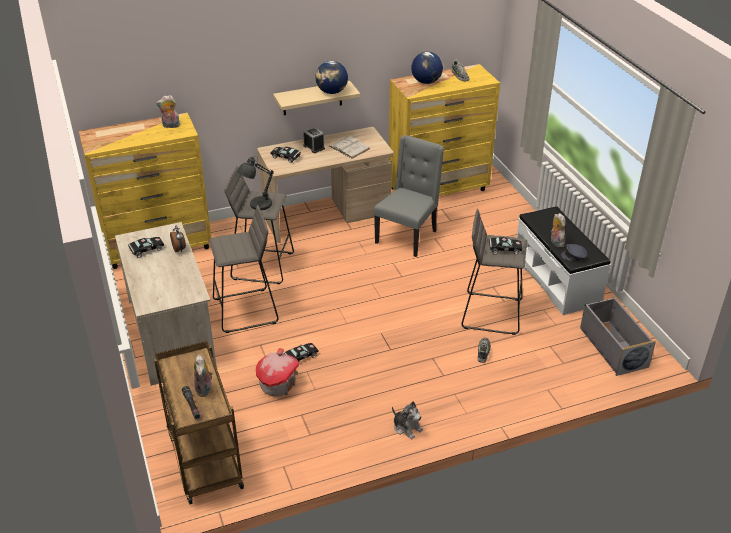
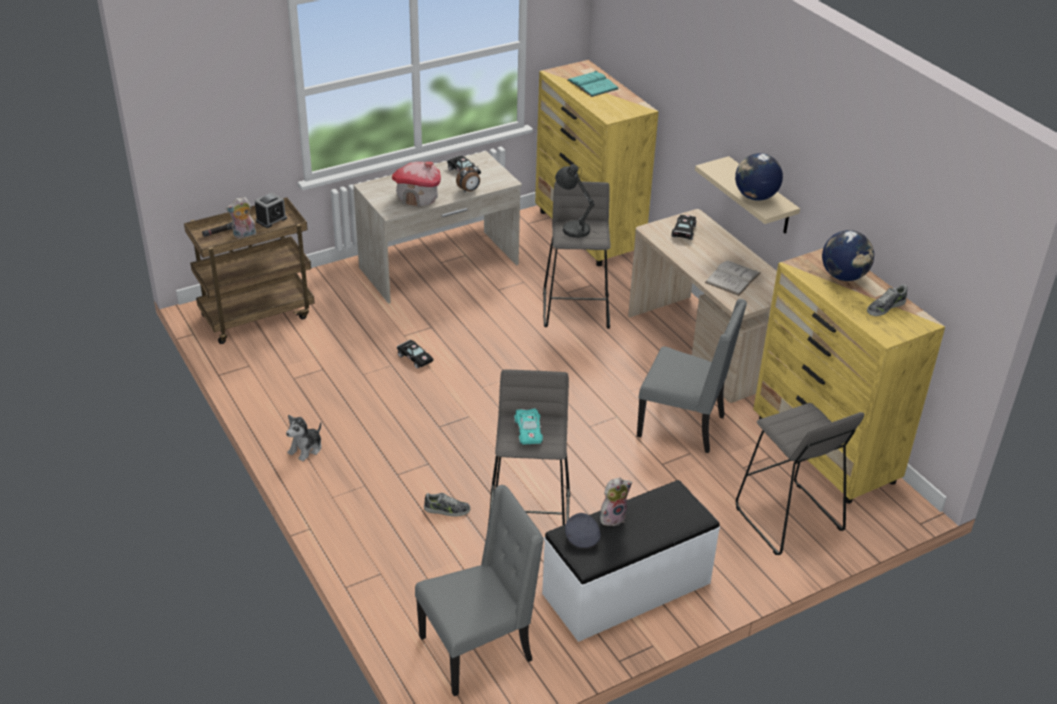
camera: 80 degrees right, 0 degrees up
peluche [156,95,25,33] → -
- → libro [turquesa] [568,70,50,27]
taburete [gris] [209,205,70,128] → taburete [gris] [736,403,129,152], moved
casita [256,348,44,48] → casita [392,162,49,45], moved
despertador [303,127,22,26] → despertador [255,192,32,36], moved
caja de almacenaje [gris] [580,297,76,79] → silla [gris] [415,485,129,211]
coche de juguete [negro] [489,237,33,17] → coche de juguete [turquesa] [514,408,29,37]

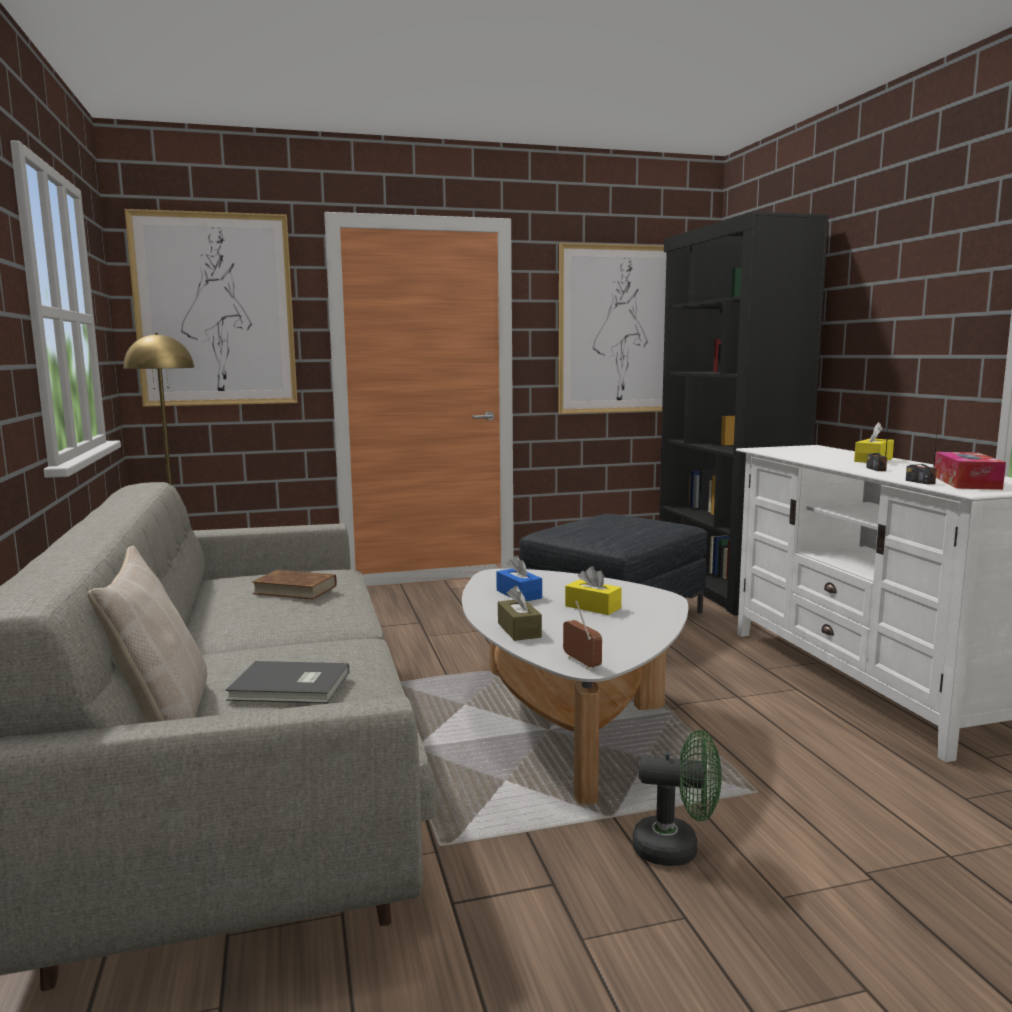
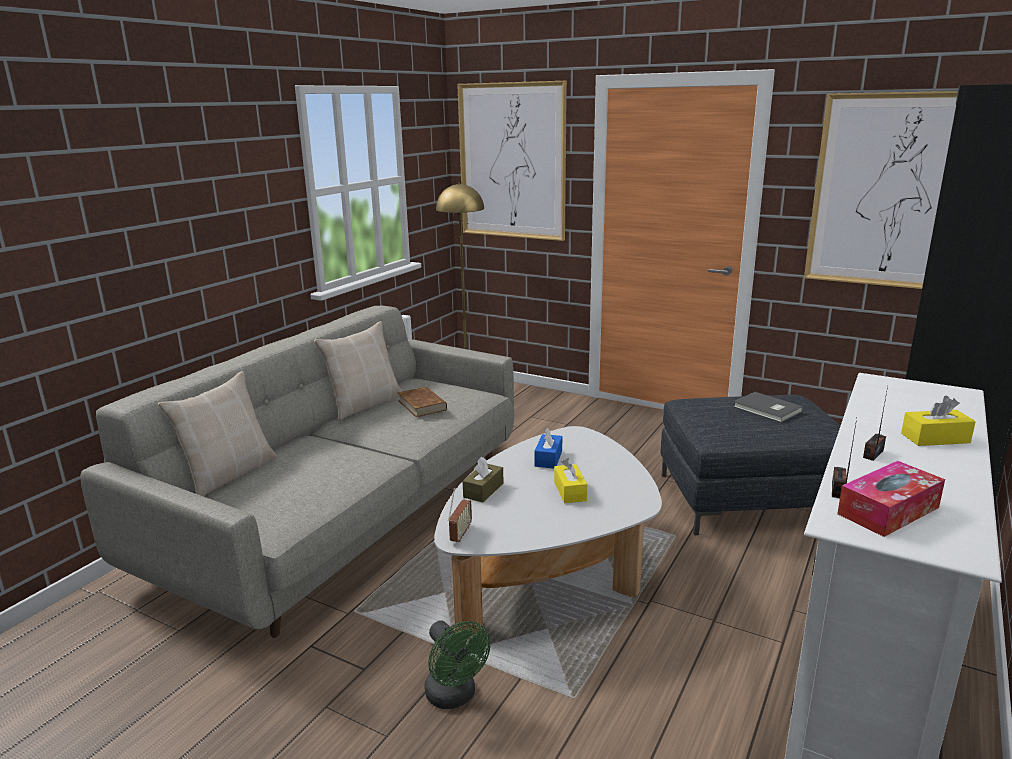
camera: 45 degrees right, 10 degrees up
- → cojín [beis] [314,321,88,99]
libro [gris] [226,661,123,42] → libro [gris] [733,392,70,30], moved

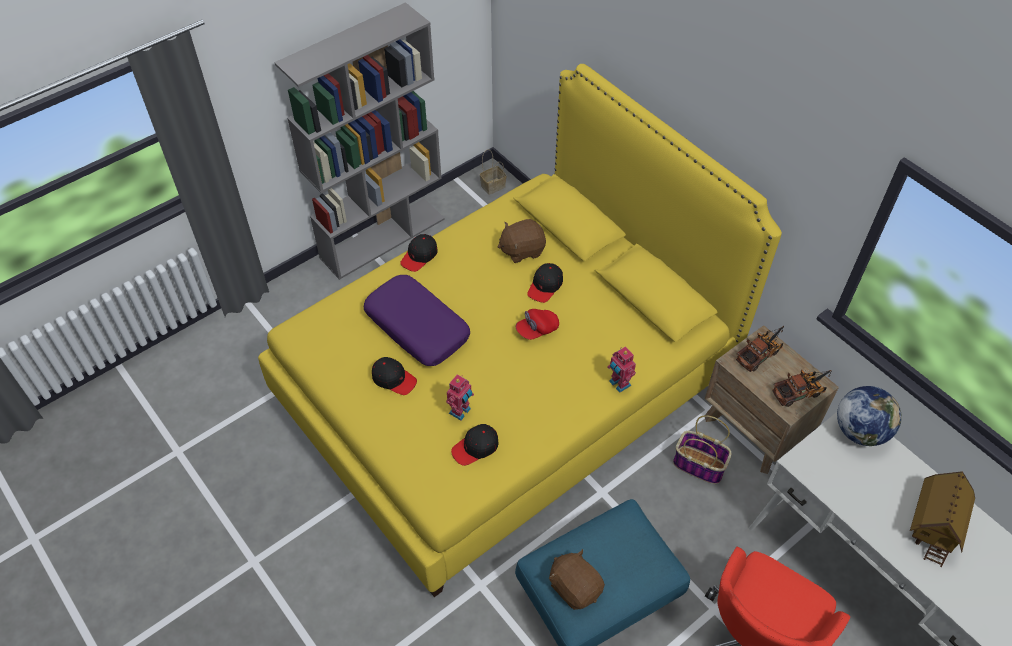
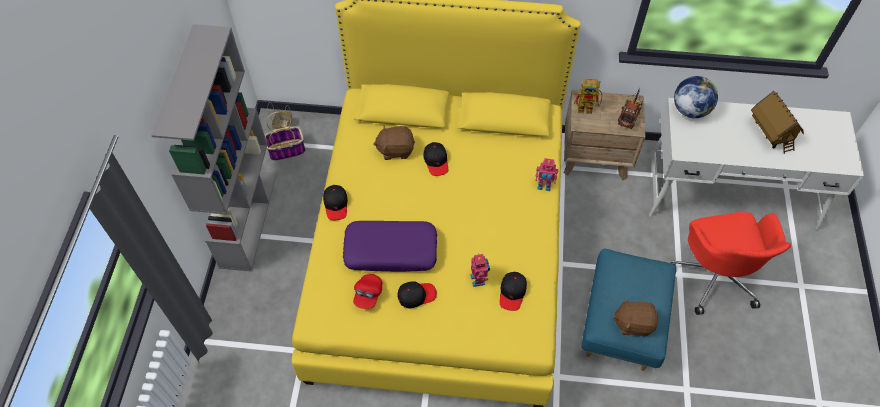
camera: 45 degrees left, 5 degrees up
gorra [rojo] [516,309,43,31] → gorra [rojo] [353,274,30,35], moved
cesta [673,415,58,69] → cesta [265,111,41,50], moved
camión de juguete [736,326,48,46] → robot de juguete [574,79,28,35]
peluche [marrón] [498,219,48,44] → peluche [marrón] [373,124,42,36], 60 degrees clockwise

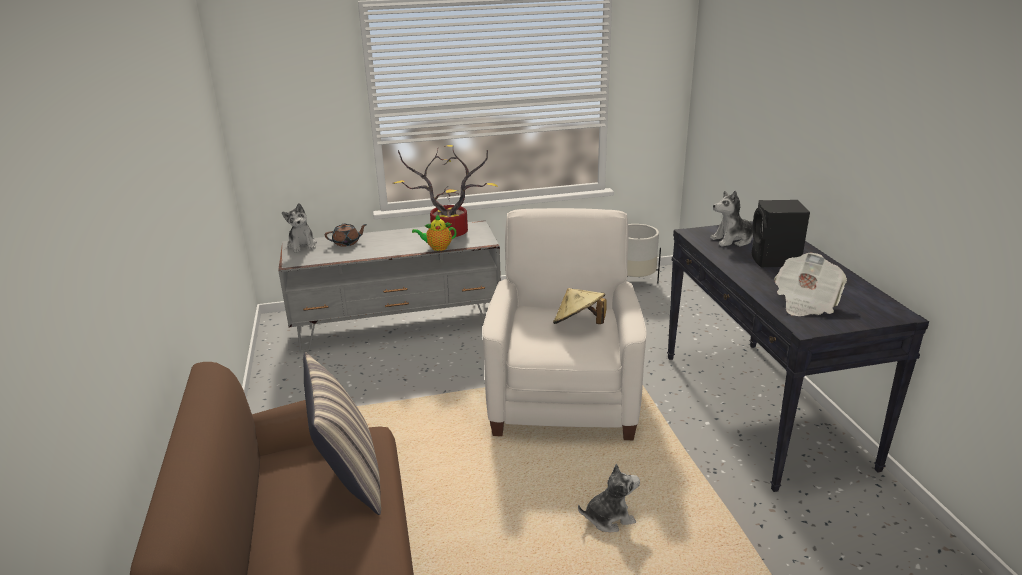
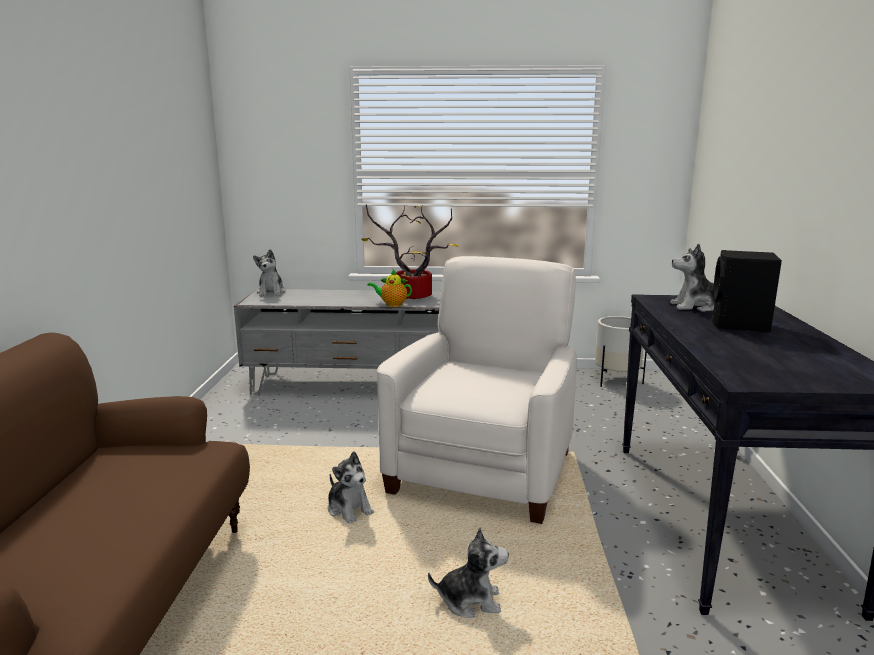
camera: 15 degrees right, 10 degrees down
cojín [303,352,78,163] → -
tetera [marrón] [325,223,42,24] → -
sombrero [beis] [553,288,53,36] → -
periódico [775,253,72,63] → -
- → peluche [328,452,46,72]

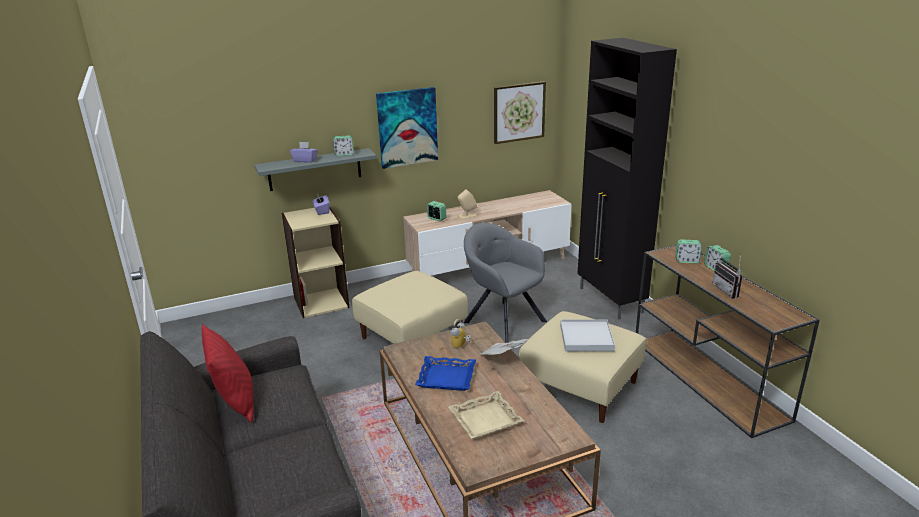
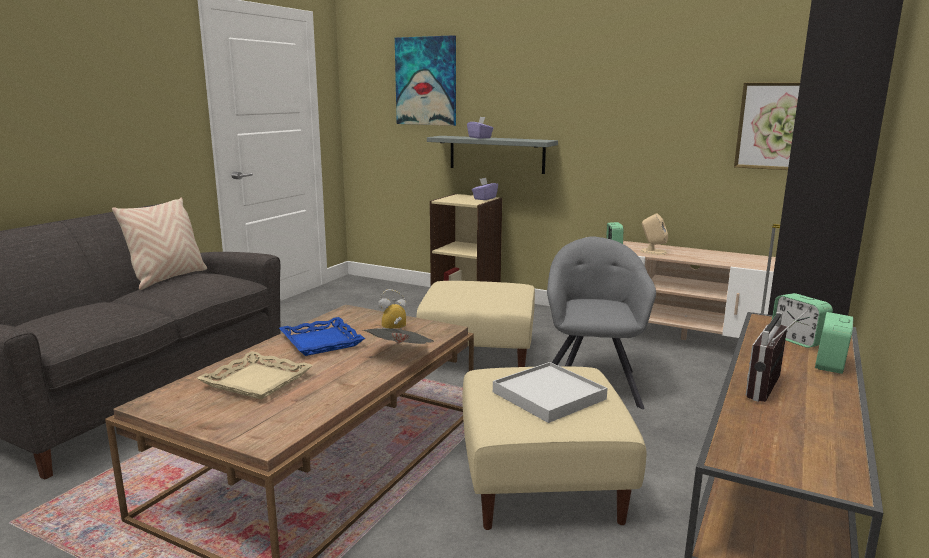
camera: 50 degrees right, 10 degrees down
despertador [333,135,21,21] → -
cuadro [376,87,62,82] → cuadro [395,35,61,91], moved
cojín [rojo] [202,324,52,99] → cojín [beis] [112,198,95,92]

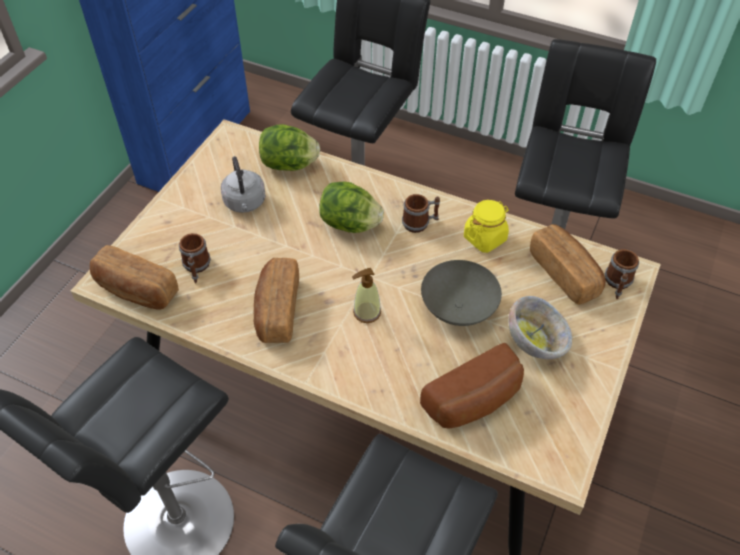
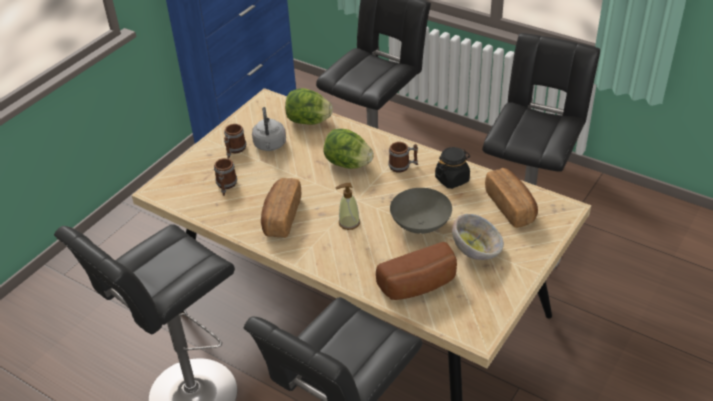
camera: 10 degrees right, 10 degrees down
pan [90,245,89,65] → -
taza grande [605,249,34,50] → taza grande [224,124,23,35], moved
tarro [amarillo] [464,200,45,53] → tarro [negro] [435,147,35,42]

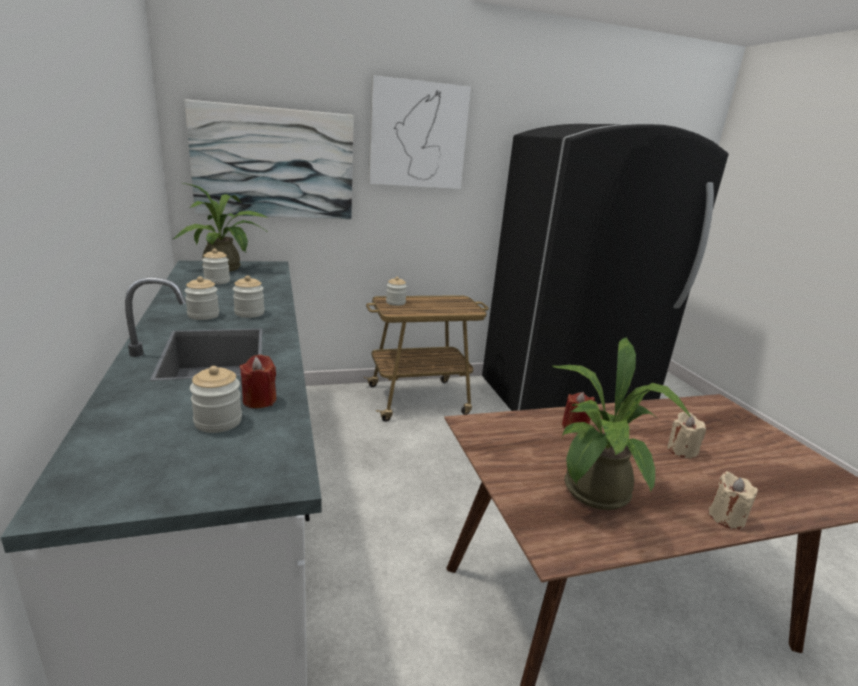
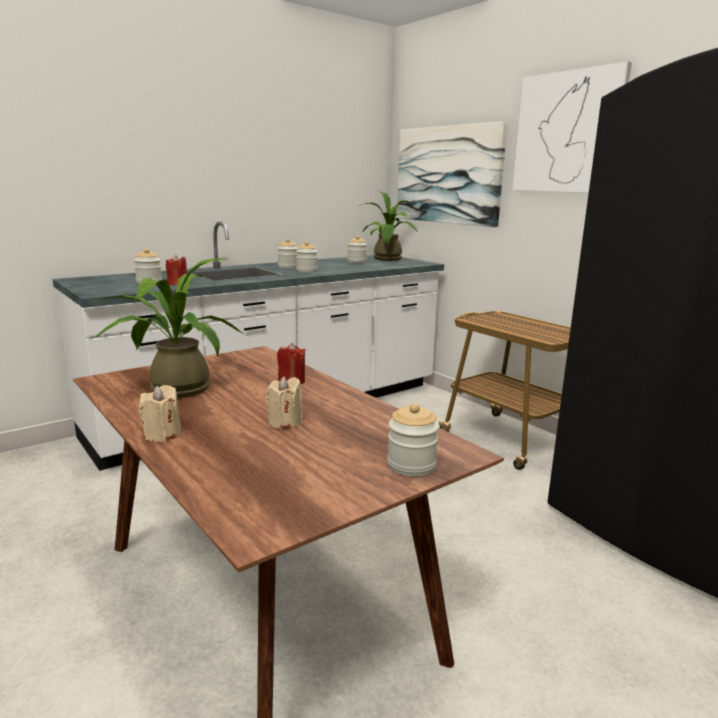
camera: 70 degrees right, 5 degrees down
tarro [386,277,21,29] → tarro [387,403,52,73], moved

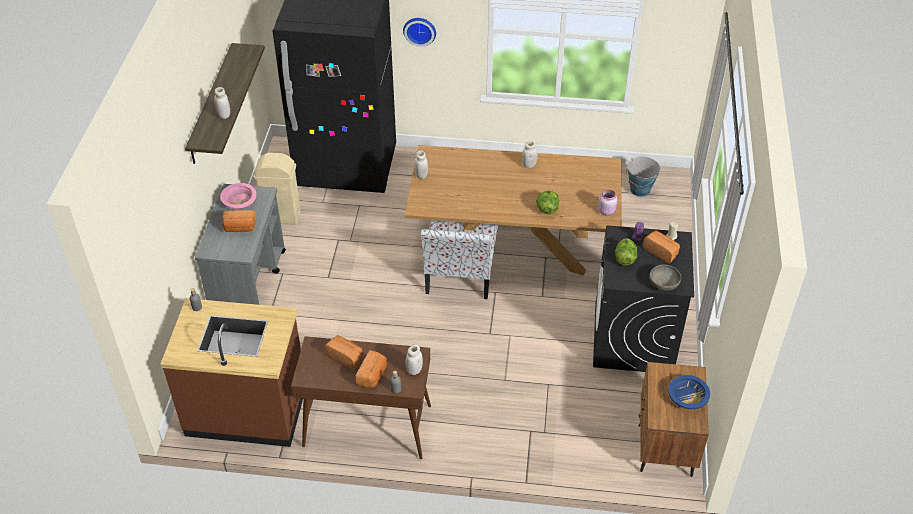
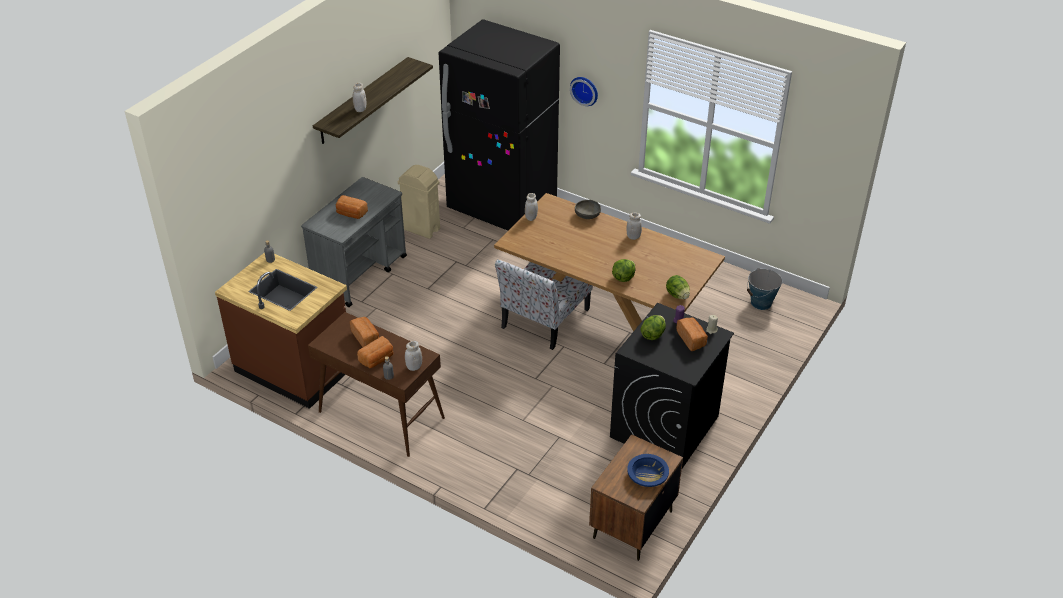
camera: 25 degrees right, 5 degrees down
cuenco [rosa] [220,183,37,26] → -
cuenco [gris] [649,264,32,27] → cuenco [gris] [575,200,26,19], moved
tarro [rosa] [598,190,19,26] → lechuga [666,275,24,24]

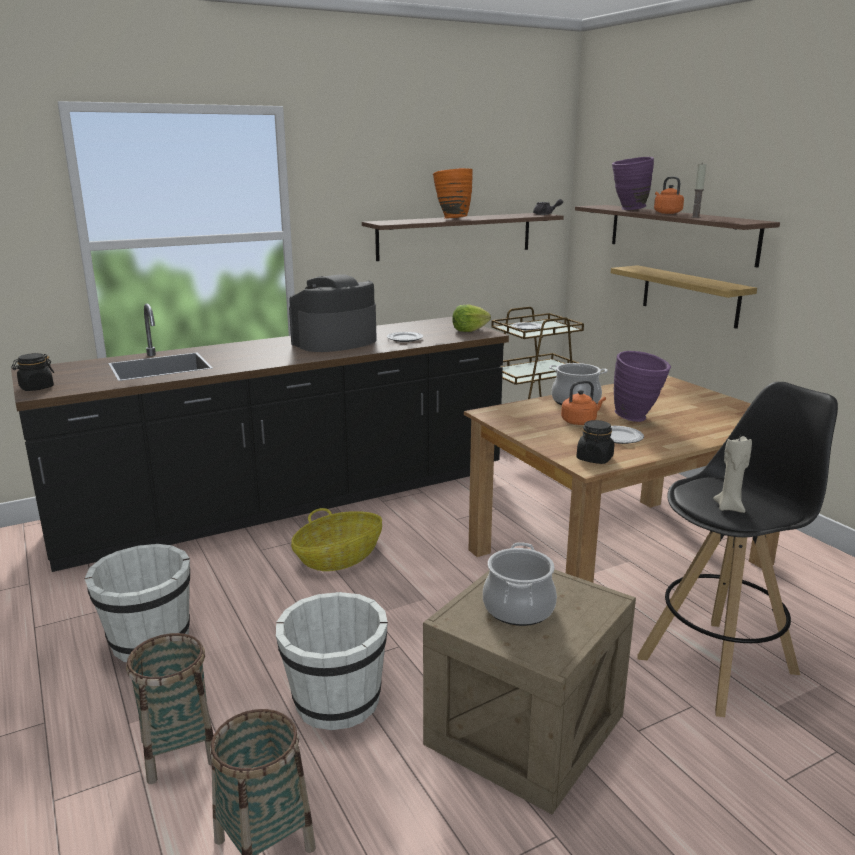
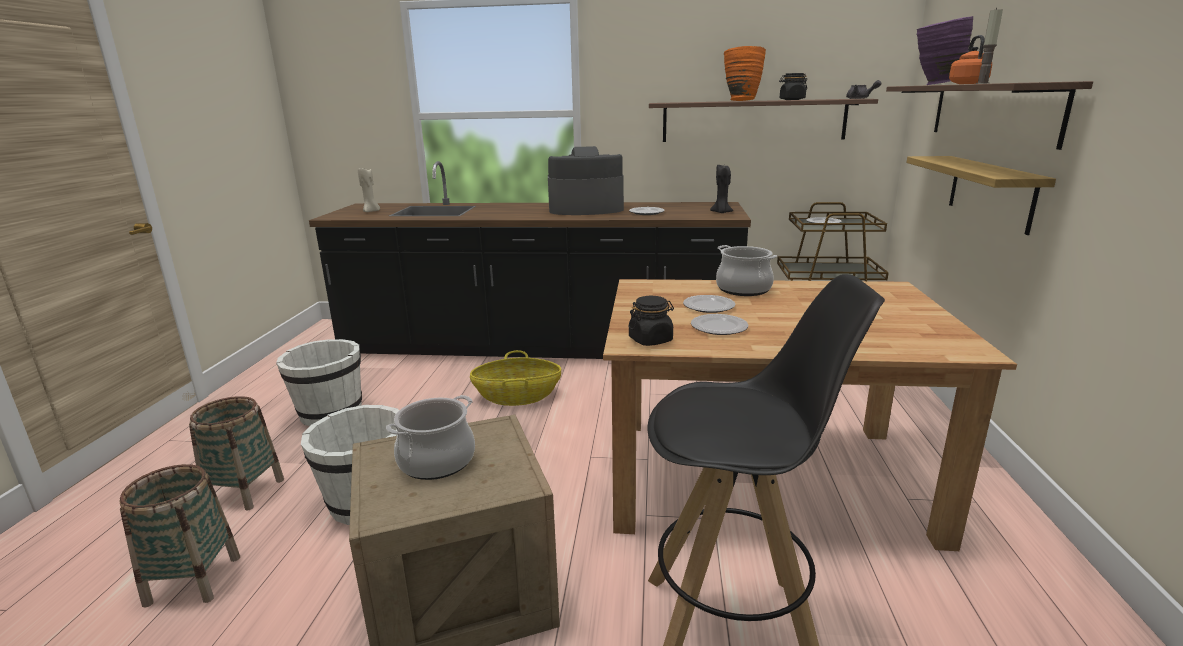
camera: 35 degrees right, 0 degrees up
florero [morado] [614,351,57,71] → -
tarro [negro] [11,353,43,38] → tarro [negro] [779,73,28,27], moved
vela [beis] [713,436,39,77] → vela [beis] [358,168,22,44], moved
lechuga [452,305,39,27] → vela [negro] [710,165,23,48]
hervidor [naranja] [561,381,45,44] → plato [683,295,53,18]

